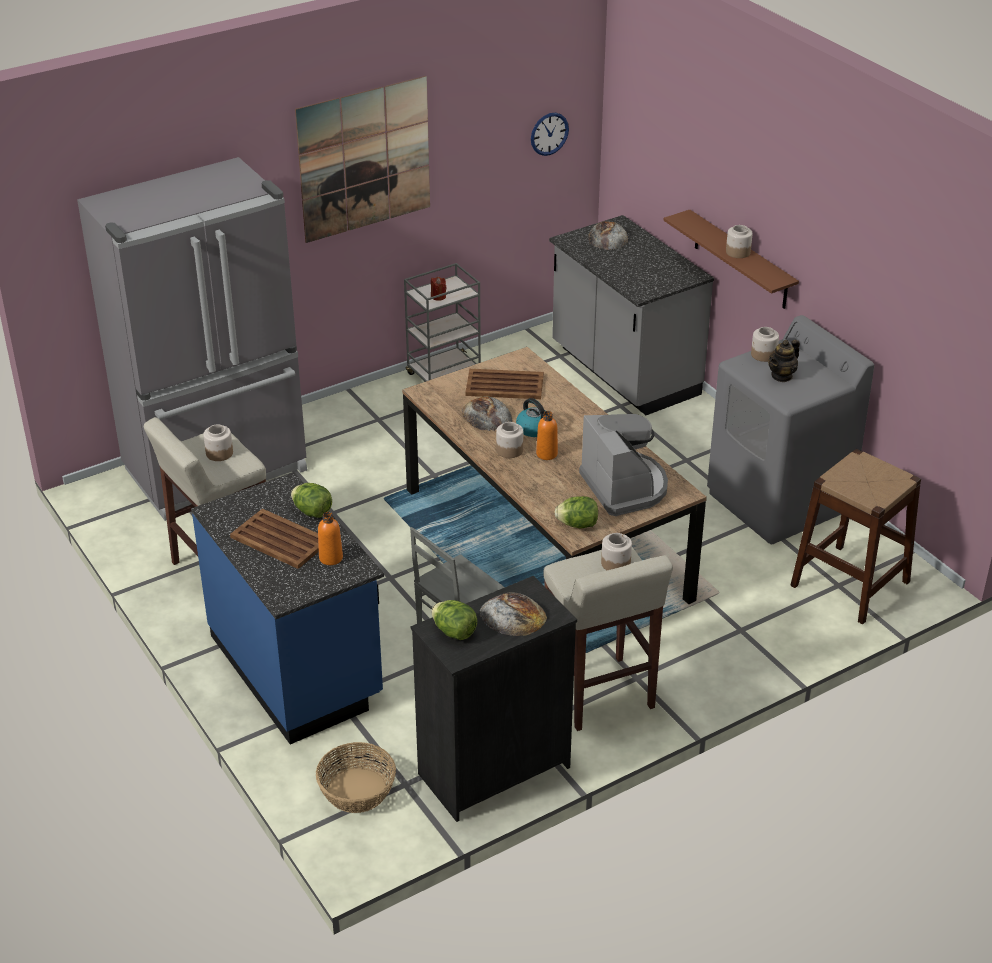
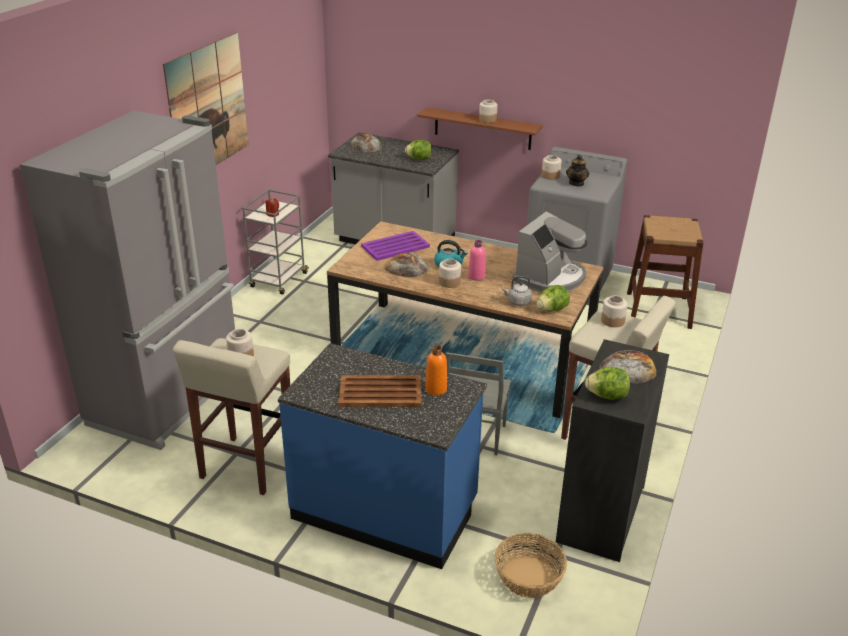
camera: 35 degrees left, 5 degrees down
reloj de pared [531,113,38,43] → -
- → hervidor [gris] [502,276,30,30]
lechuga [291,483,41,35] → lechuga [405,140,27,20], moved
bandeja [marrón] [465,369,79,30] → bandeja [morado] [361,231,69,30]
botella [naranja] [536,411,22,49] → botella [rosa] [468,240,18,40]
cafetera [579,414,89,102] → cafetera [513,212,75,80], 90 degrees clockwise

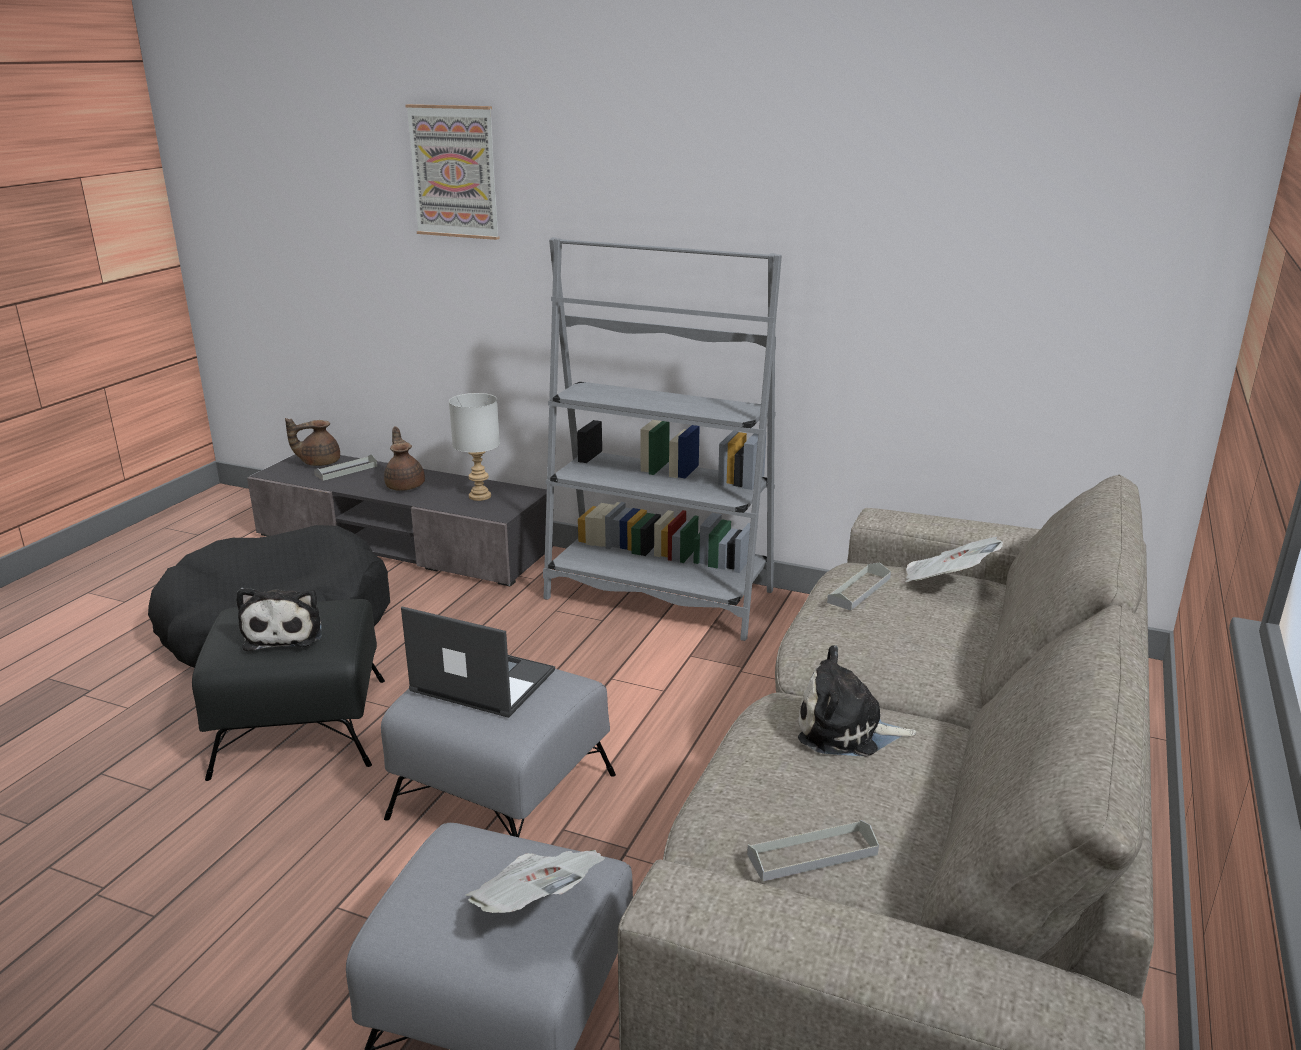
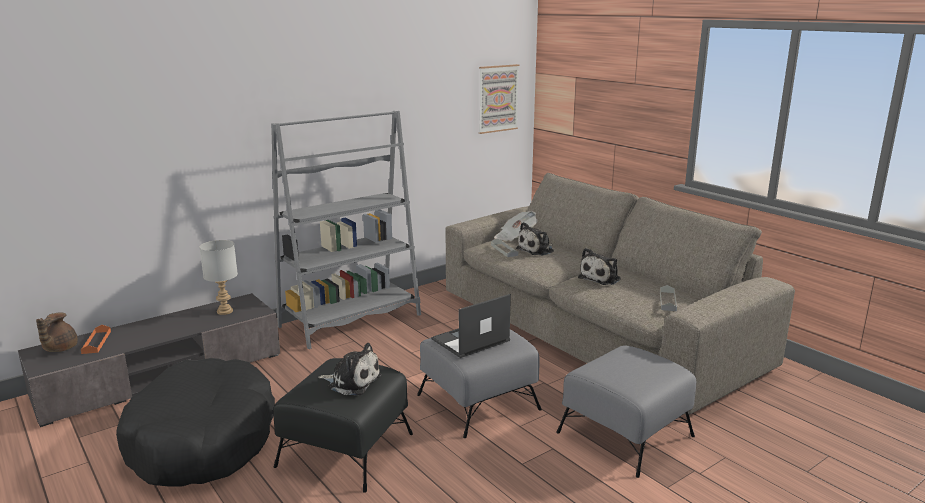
camera: 60 degrees left, 5 degrees down
tetera [marrón] [384,427,41,64] → -
periódico [466,850,139,63] → -
- → peluche [516,222,38,34]
cuadro [405,104,95,136] → cuadro [479,64,40,70], moved
bandeja [gris] [314,454,63,27] → bandeja [naranja] [81,325,30,29]

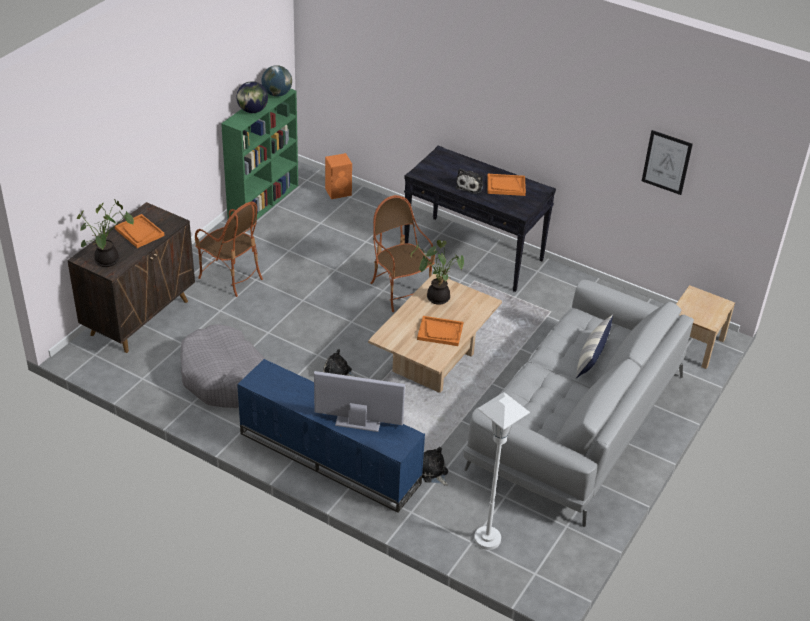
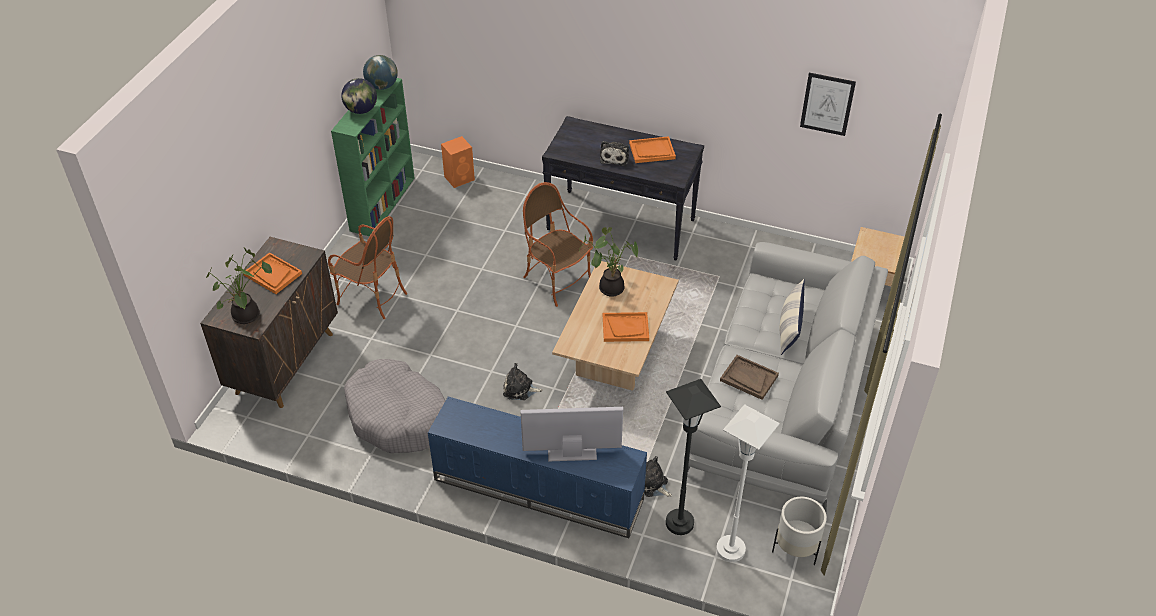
camera: 10 degrees left, 5 degrees up
- → lámpara de pie [negro] [666,379,55,156]
- → bandeja [marrón] [720,355,59,45]
- → maceta [blanco] [772,497,55,68]

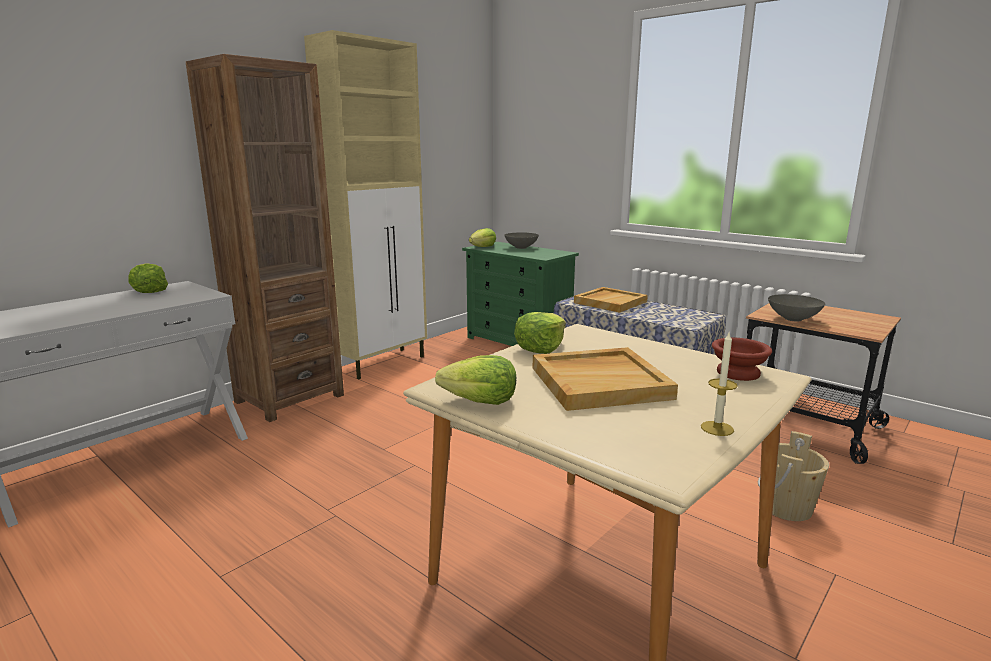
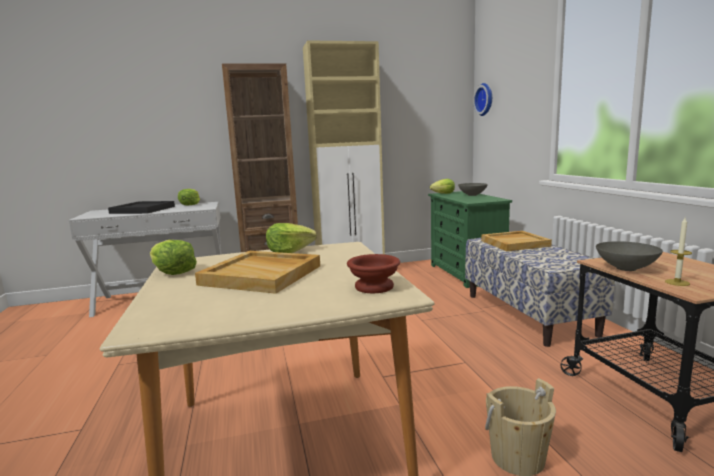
camera: 35 degrees right, 5 degrees down
- → bandeja [negro] [108,201,67,13]
- → reloj de pared [473,83,19,33]
vela [701,333,36,103] → vela [665,218,27,68], moved

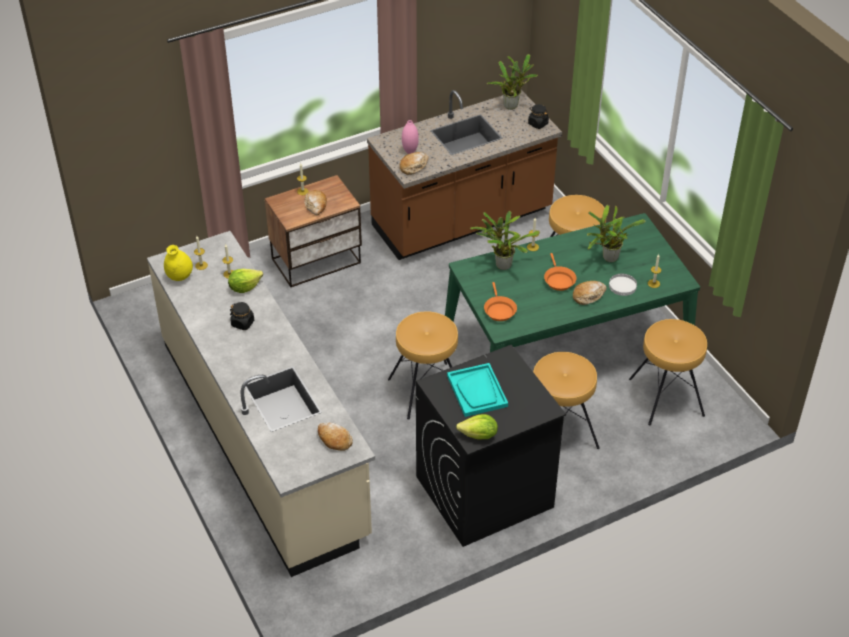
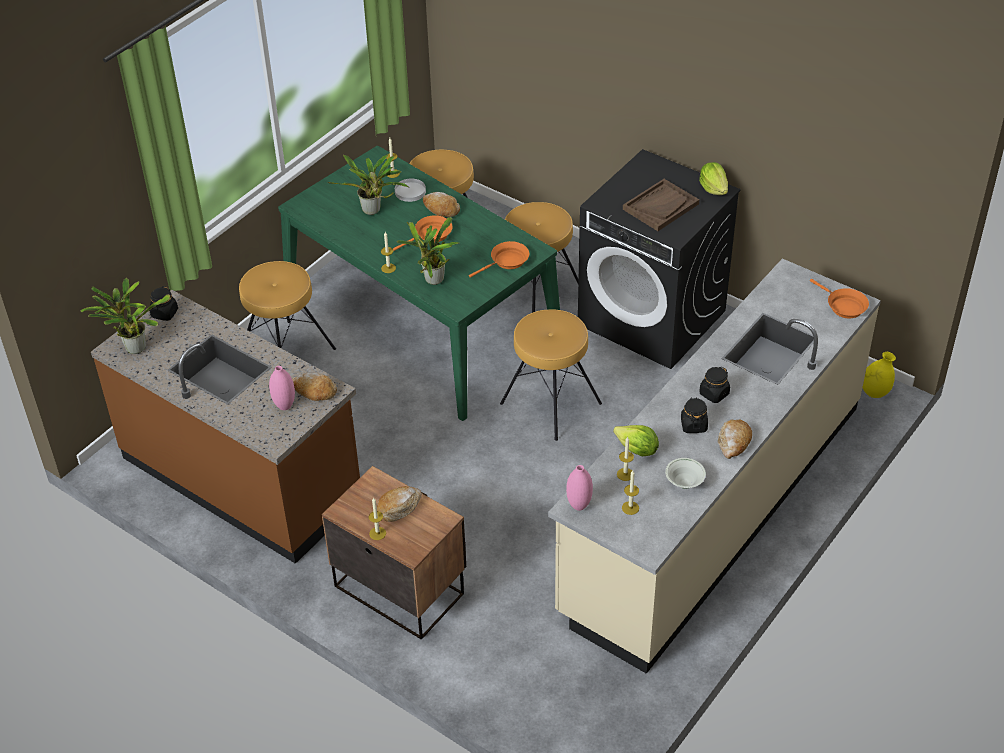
camera: 115 degrees left, 0 degrees up
- → florero [rosa] [566,465,27,46]
- → cuenco [blanco] [665,458,41,30]
- → tarro [negro] [700,367,30,36]
- → sartén [naranja] [810,279,59,40]
florero [amarillo] [164,245,29,36] → florero [amarillo] [862,352,34,46], moved
pan [318,423,35,28] → pan [718,420,34,39], moved
bandeja [turquesa] [447,363,61,54] → bandeja [marrón] [623,179,76,52]

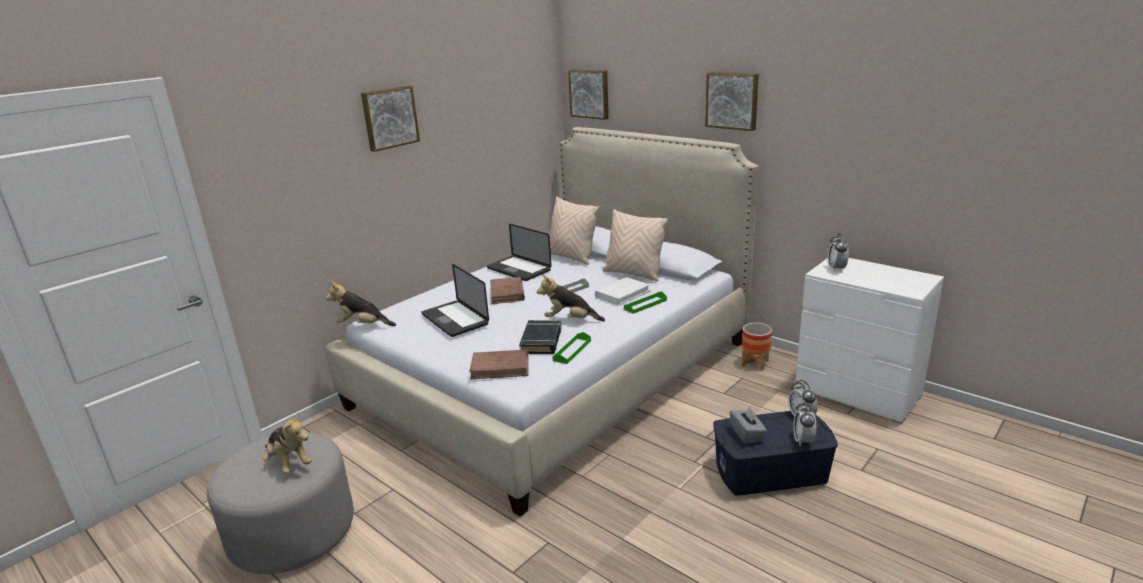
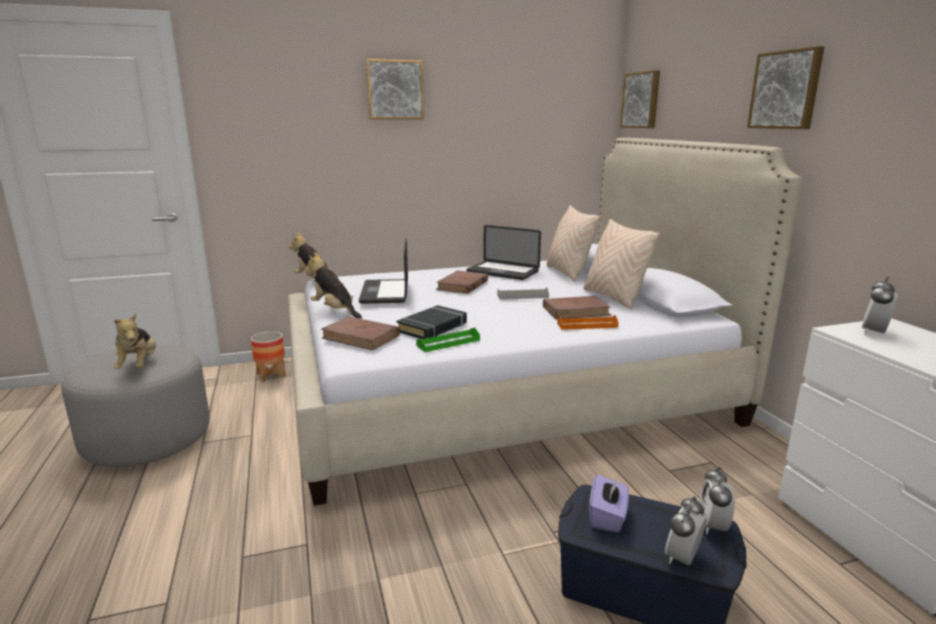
camera: 30 degrees right, 5 degrees down
peluche [537,275,68,46] → peluche [304,253,58,66], moved
maceta [742,323,30,47] → maceta [251,331,35,51], moved
libro [blanco] [595,277,56,29] → libro [marrón] [543,296,68,23]
bandeja [verde] [624,291,43,23] → bandeja [naranja] [557,315,62,15]
caja de pañuelos [gris] [730,406,37,38] → caja de pañuelos [morado] [589,474,40,59]
portátil [487,224,65,57] → portátil [466,225,75,55], 45 degrees counterclockwise

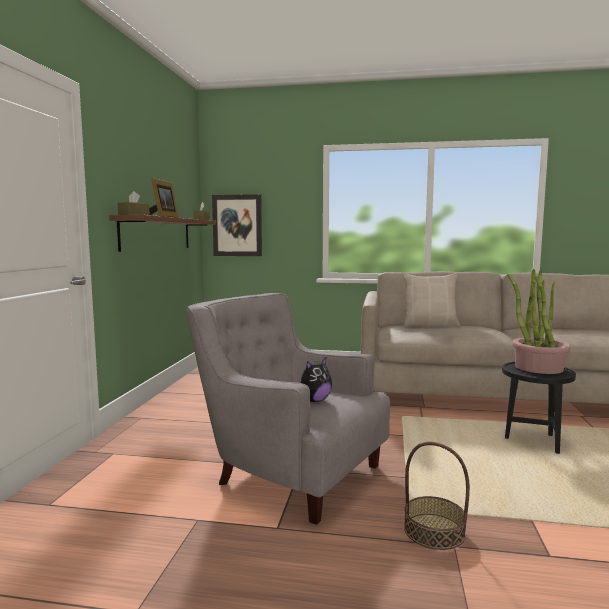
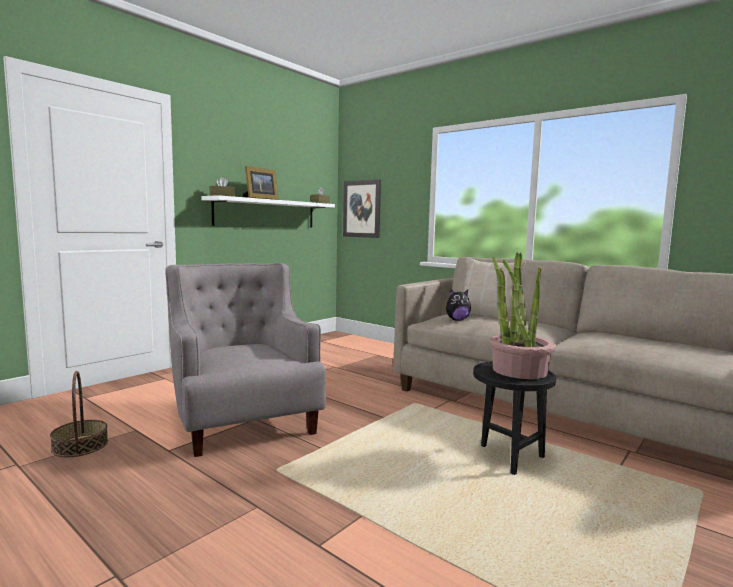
camera: 30 degrees right, 0 degrees up
peluche [301,358,31,44] → peluche [446,290,25,31], moved
cesta [404,442,66,108] → cesta [50,371,58,86], moved
estante [marrón] [109,215,107,37] → estante [blanco] [202,195,133,33]

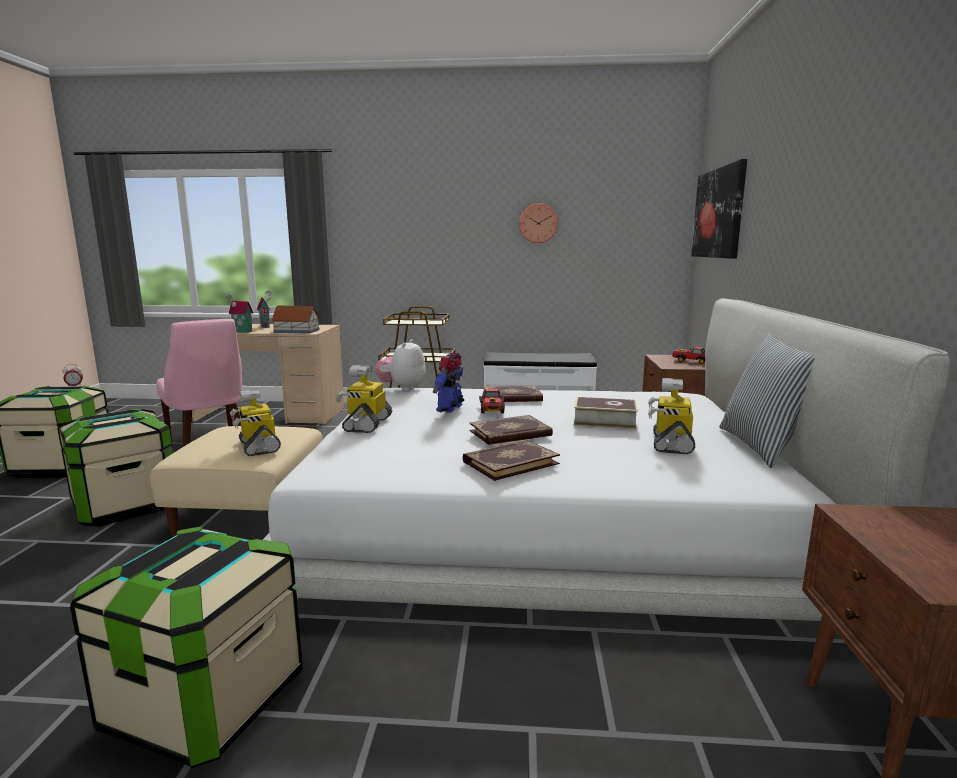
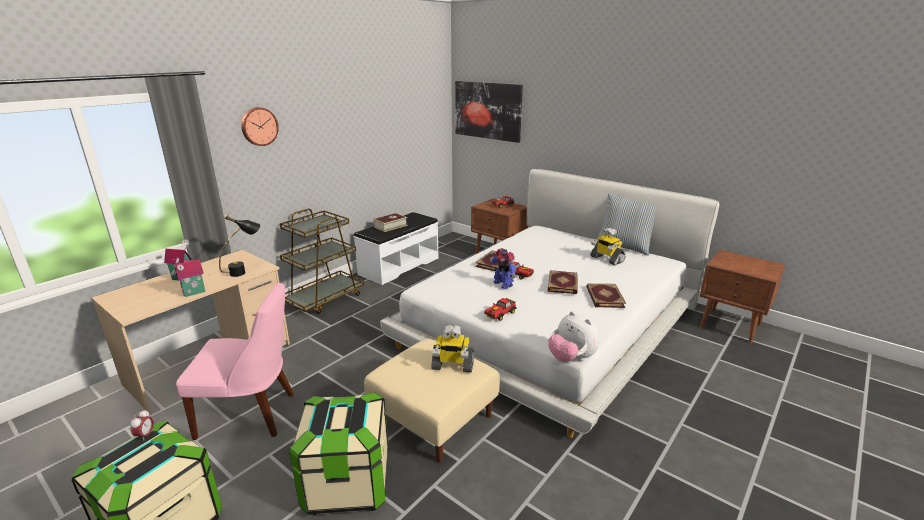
camera: 55 degrees left, 10 degrees up
caja de almacenaje [70,526,233,242] → -
peluche [375,339,51,52] → peluche [548,311,52,51], moved
reloj de pared [519,203,39,40] → reloj de pared [241,107,38,39], moved
libro [574,397,64,32] → libro [373,213,35,19], moved
casita [271,306,49,28] → lámpara de mesa [negro] [219,215,41,62]
robot de juguete [335,365,57,68] → coche de juguete [484,298,32,23]

